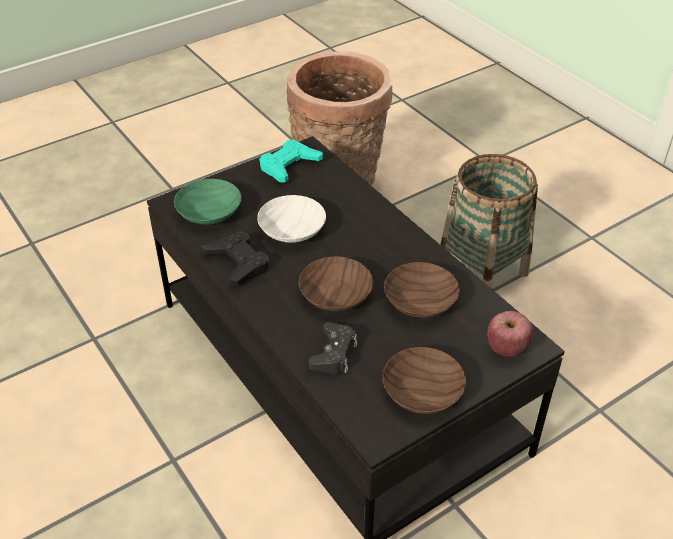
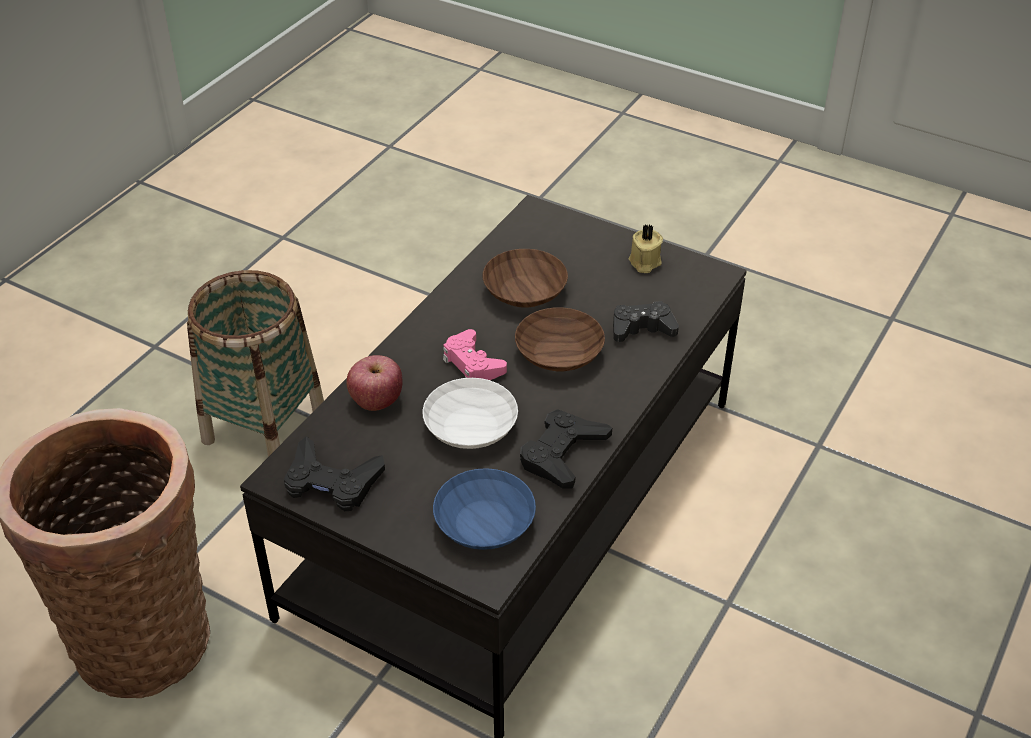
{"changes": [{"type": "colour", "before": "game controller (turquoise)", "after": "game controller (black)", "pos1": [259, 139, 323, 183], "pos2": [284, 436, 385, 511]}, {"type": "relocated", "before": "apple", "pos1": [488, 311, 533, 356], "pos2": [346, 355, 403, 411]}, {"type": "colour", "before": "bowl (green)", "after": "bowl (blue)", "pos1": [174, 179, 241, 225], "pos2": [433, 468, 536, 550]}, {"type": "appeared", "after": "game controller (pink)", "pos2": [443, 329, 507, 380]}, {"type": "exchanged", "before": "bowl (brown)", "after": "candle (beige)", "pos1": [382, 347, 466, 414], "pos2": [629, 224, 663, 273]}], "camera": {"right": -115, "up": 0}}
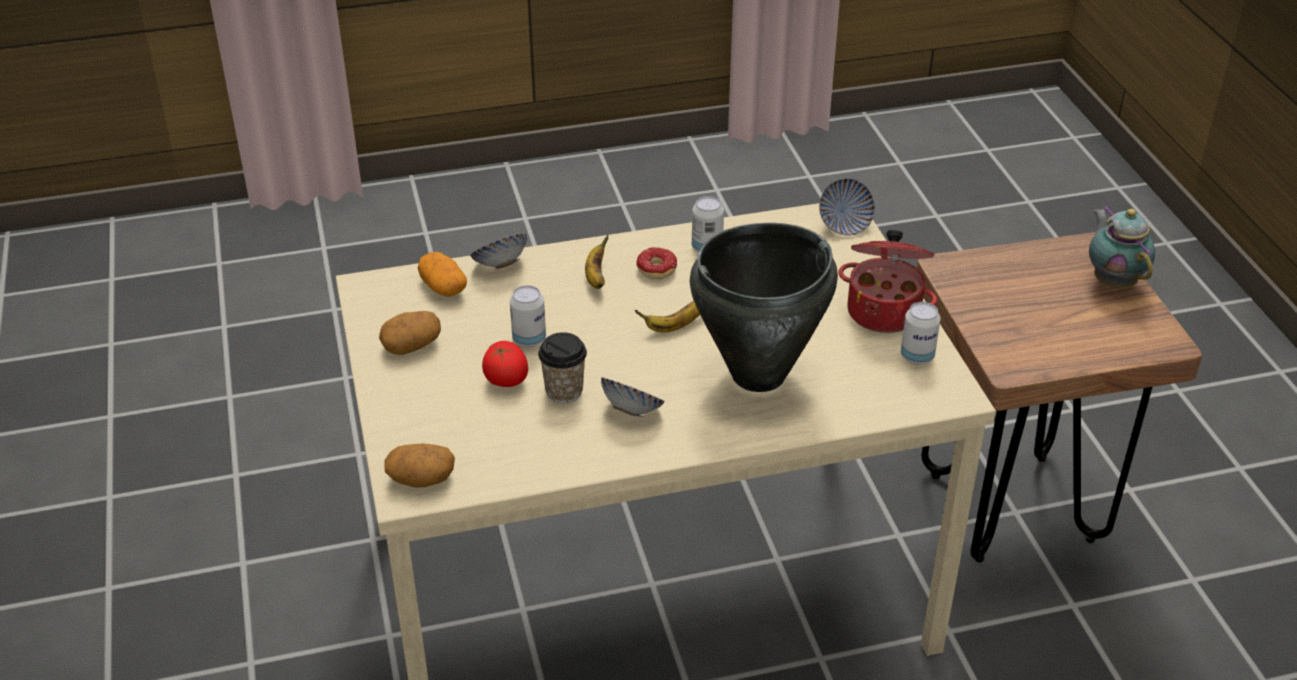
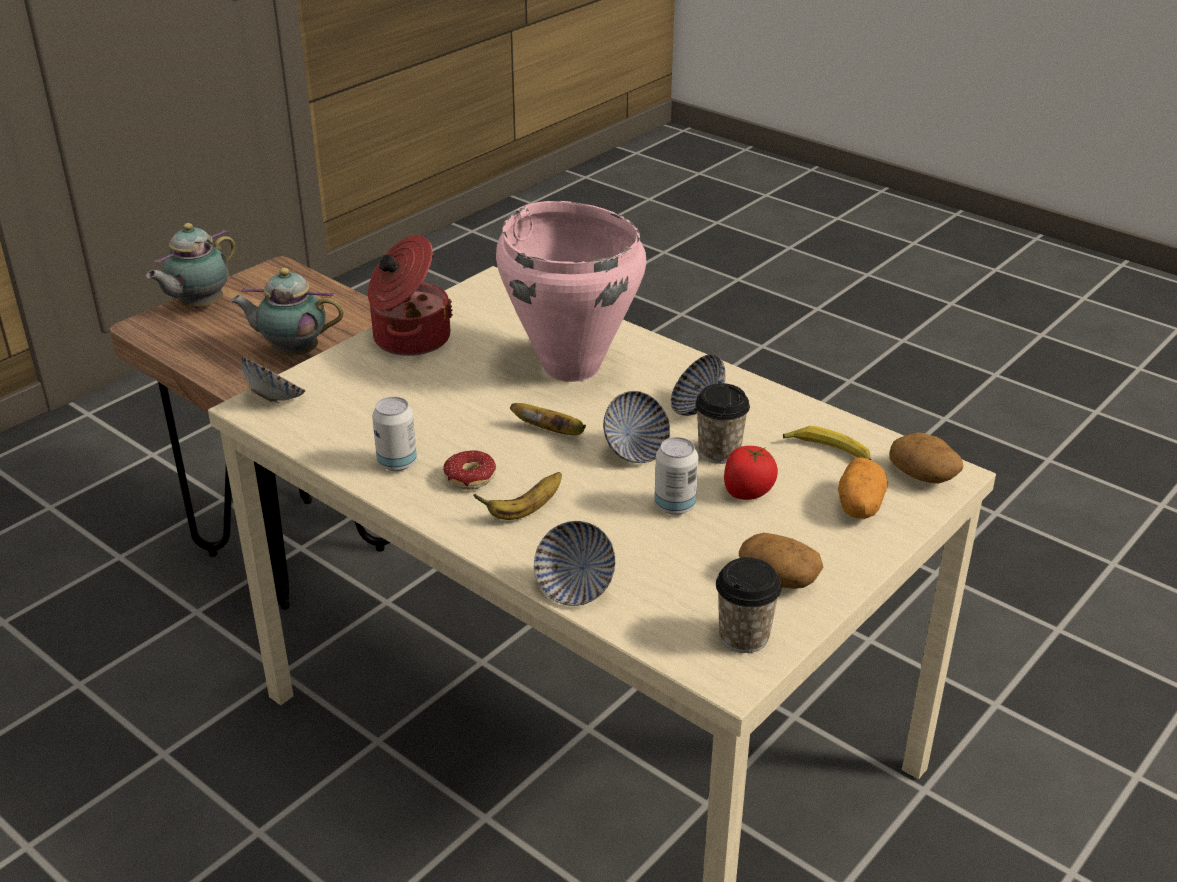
{"changes": [{"type": "appeared", "after": "teapot", "pos2": [231, 268, 344, 356]}, {"type": "colour", "before": "cooking pot (black)", "after": "cooking pot (pink)", "pos1": [690, 223, 838, 392], "pos2": [496, 201, 647, 382]}, {"type": "appeared", "after": "bowl", "pos2": [603, 391, 670, 463]}, {"type": "appeared", "after": "cup", "pos2": [716, 558, 782, 653]}, {"type": "appeared", "after": "banana", "pos2": [783, 426, 871, 460]}, {"type": "relocated", "before": "potato", "pos1": [418, 252, 467, 297], "pos2": [838, 457, 888, 519]}, {"type": "missing", "before": "can", "pos1": [901, 302, 940, 365]}], "camera": {"right": -125, "up": -5}}
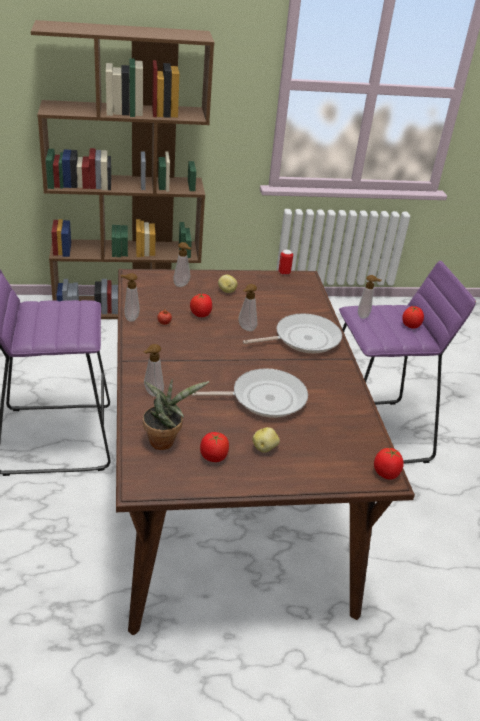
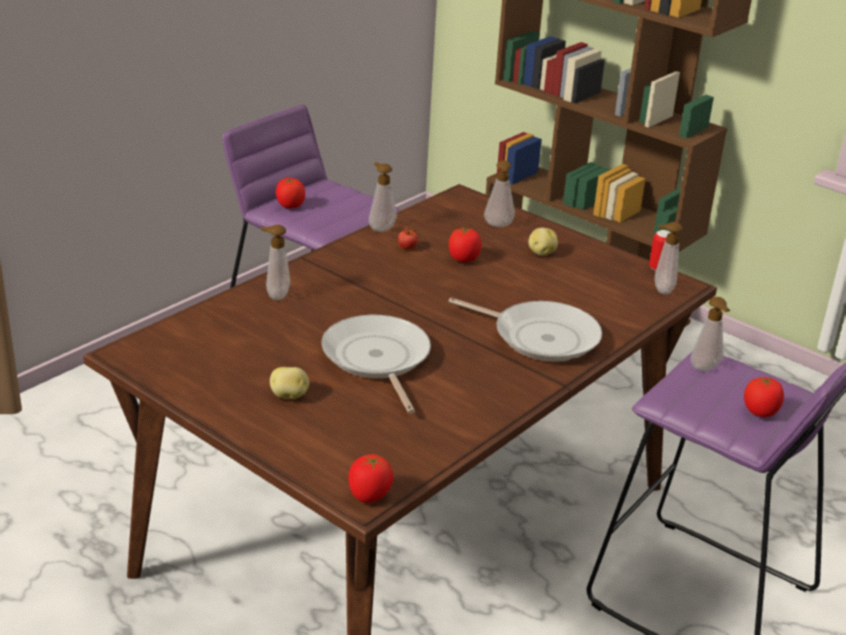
{"changes": [{"type": "relocated", "before": "tomato", "pos1": [200, 432, 229, 462], "pos2": [276, 178, 305, 208]}, {"type": "spun", "before": "frying pan", "pos1": [192, 368, 308, 418], "pos2": [321, 314, 431, 414], "turn": -150}, {"type": "relocated", "before": "soap dispenser", "pos1": [239, 284, 257, 331], "pos2": [655, 222, 683, 294]}, {"type": "missing", "before": "potted plant", "pos1": [143, 379, 209, 450]}], "camera": {"right": 50, "up": -5}}
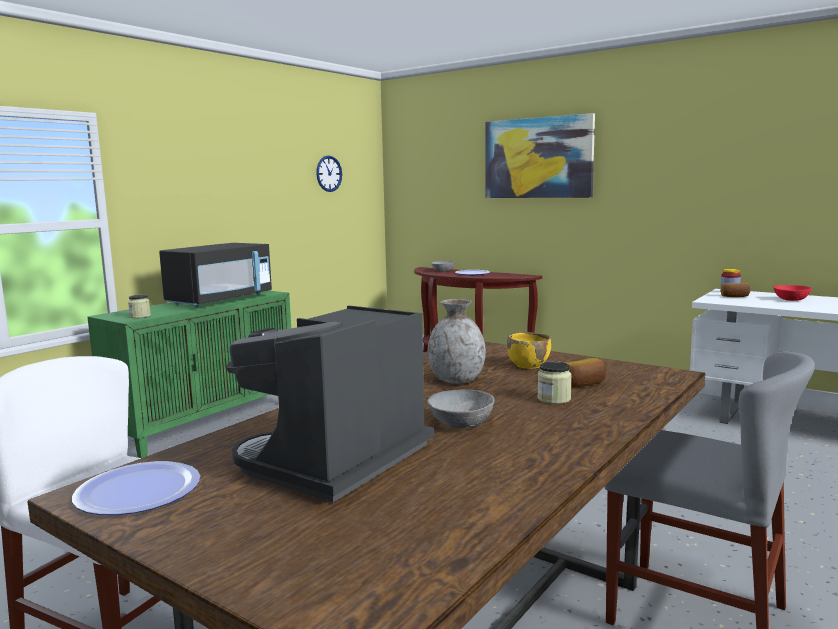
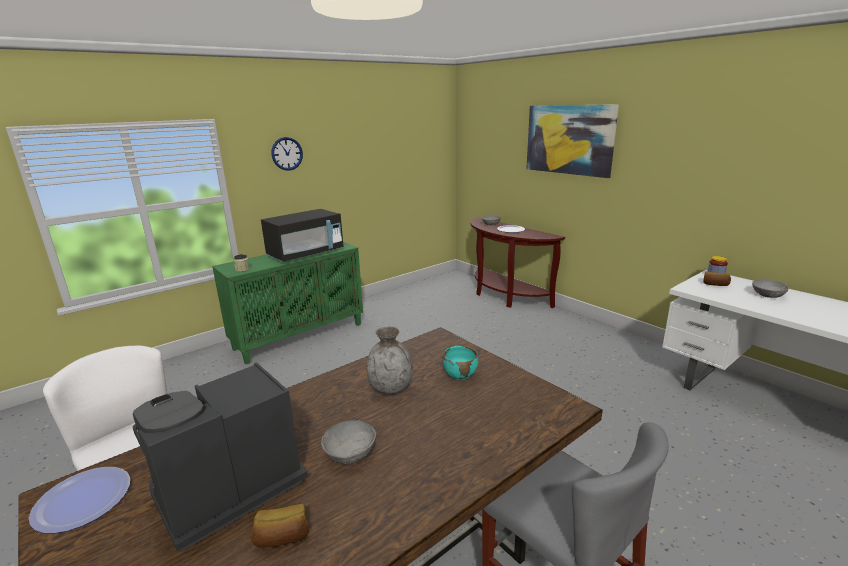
{"changes": [{"type": "relocated", "before": "bread", "pos1": [563, 358, 606, 387], "pos2": [251, 504, 308, 548]}, {"type": "relocated", "before": "wall clock", "pos1": [316, 155, 342, 192], "pos2": [271, 137, 303, 171]}, {"type": "colour", "before": "bowl (yellow)", "after": "bowl (turquoise)", "pos1": [507, 332, 551, 369], "pos2": [443, 346, 478, 380]}, {"type": "colour", "before": "bowl (red)", "after": "bowl (grey)", "pos1": [773, 285, 812, 301], "pos2": [752, 280, 789, 298]}, {"type": "missing", "before": "jar", "pos1": [537, 361, 572, 404]}], "camera": {"right": 15, "up": 10}}
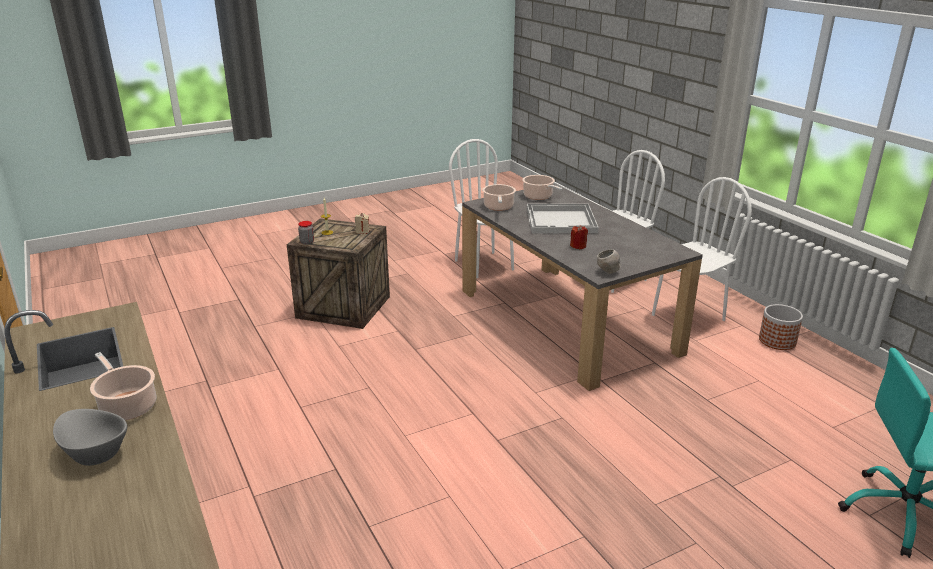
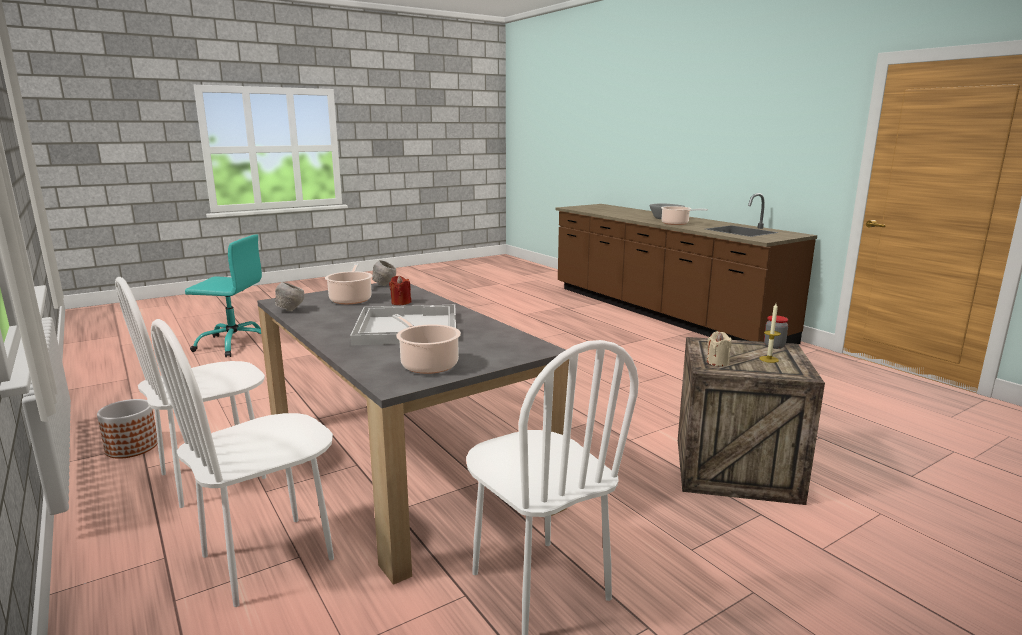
{"changes": [{"type": "appeared", "after": "bowl (grey)", "pos2": [275, 282, 304, 312]}, {"type": "relocated", "before": "cooking pot", "pos1": [482, 184, 516, 211], "pos2": [325, 263, 373, 304]}], "camera": {"right": 175, "up": -10}}
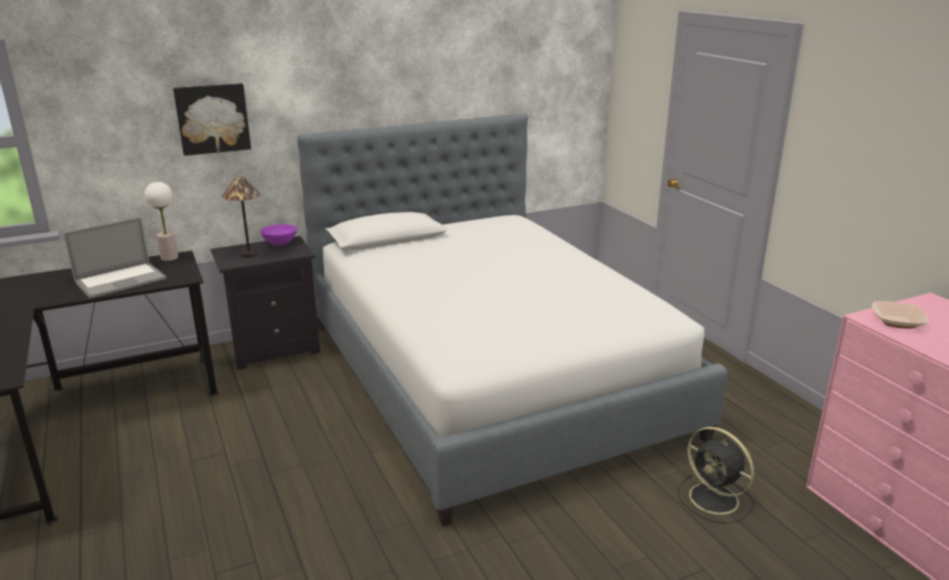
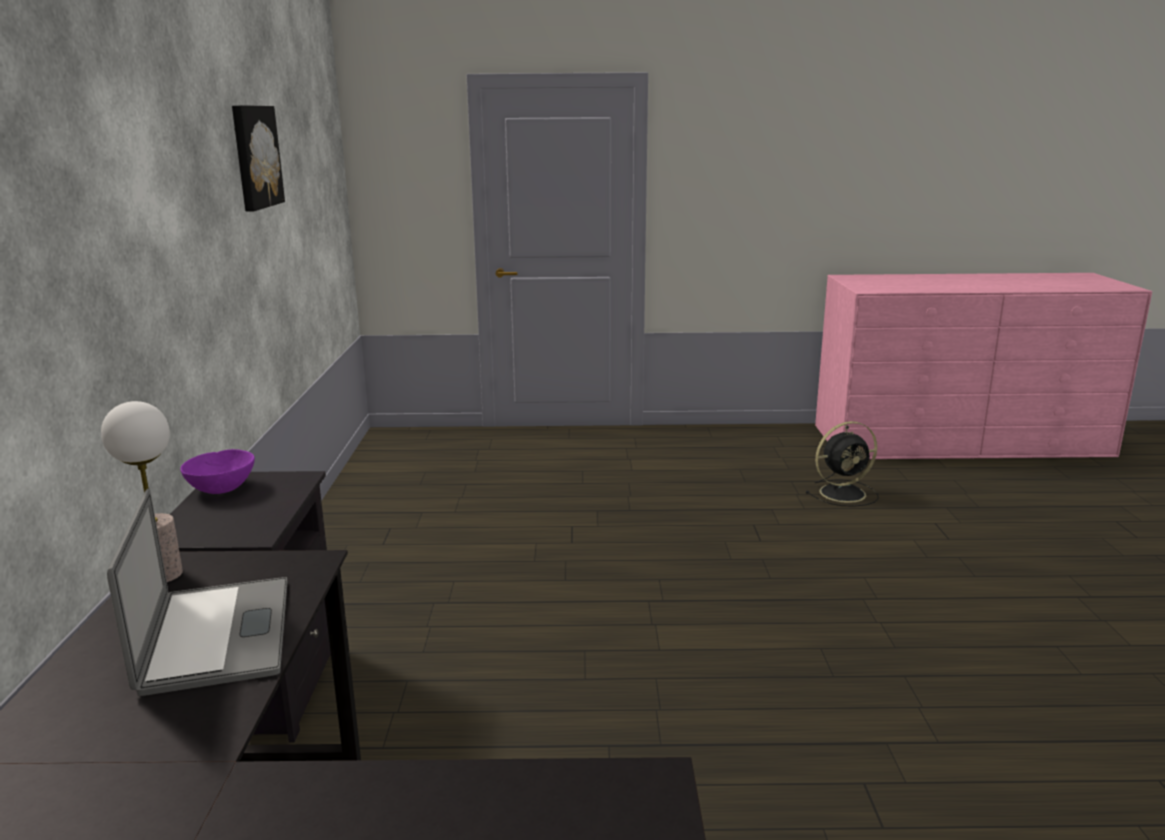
{"changes": [{"type": "relocated", "before": "picture", "pos1": [173, 83, 251, 156], "pos2": [232, 105, 285, 211]}, {"type": "missing", "before": "table lamp", "pos1": [222, 177, 261, 258]}, {"type": "missing", "before": "bed", "pos1": [297, 113, 728, 527]}, {"type": "missing", "before": "bowl", "pos1": [872, 301, 929, 329]}], "camera": {"right": -65, "up": -5}}
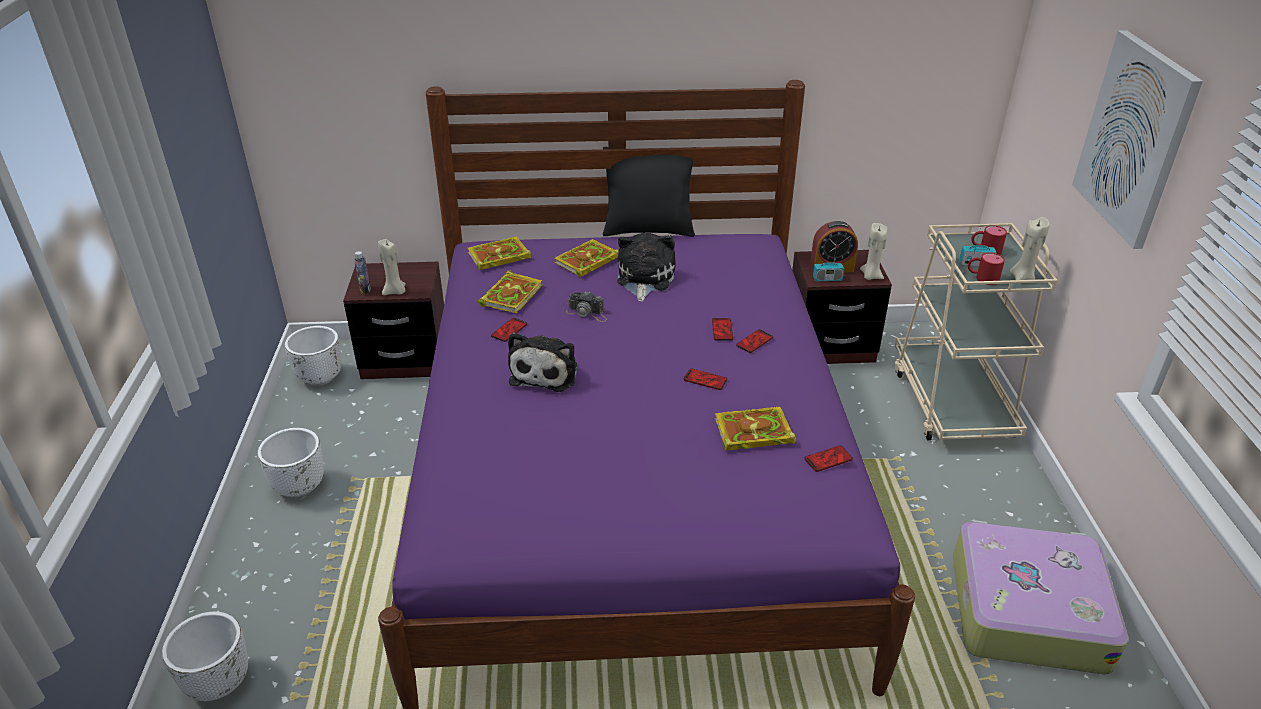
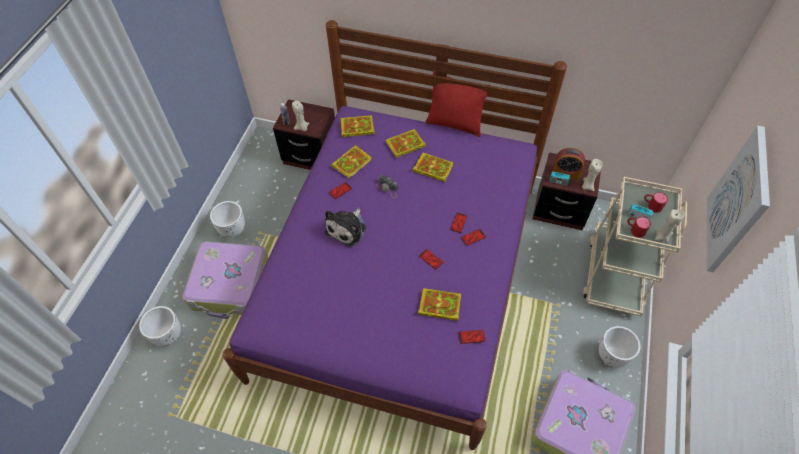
{"changes": [{"type": "appeared", "after": "suitcase", "pos2": [182, 241, 268, 319]}, {"type": "exchanged", "before": "plush toy", "after": "book", "pos1": [617, 233, 676, 302], "pos2": [413, 153, 453, 183]}, {"type": "colour", "before": "pillow (black)", "after": "pillow (red)", "pos1": [603, 147, 695, 237], "pos2": [426, 72, 491, 137]}, {"type": "relocated", "before": "planter (white)", "pos1": [285, 326, 341, 386], "pos2": [598, 326, 641, 368]}], "camera": {"right": 20, "up": 20}}
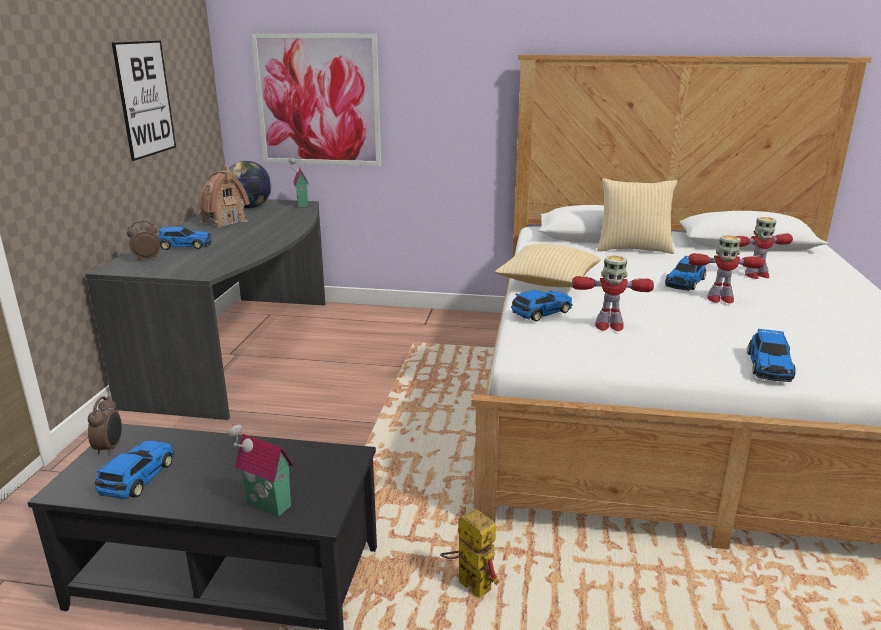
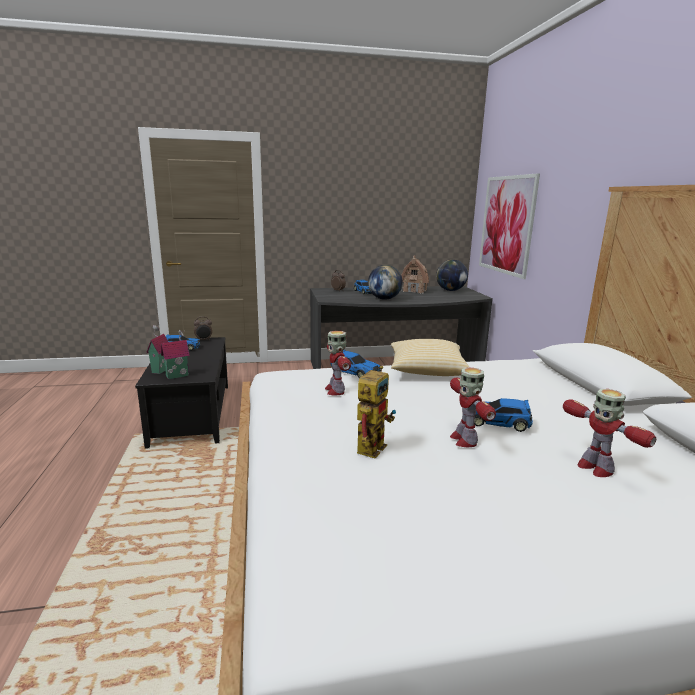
{"changes": [{"type": "relocated", "before": "toy house", "pos1": [289, 158, 309, 208], "pos2": [161, 329, 190, 379]}, {"type": "relocated", "before": "toy robot", "pos1": [440, 506, 500, 598], "pos2": [357, 366, 396, 458]}, {"type": "appeared", "after": "globe", "pos2": [368, 265, 403, 300]}, {"type": "missing", "before": "picture", "pos1": [112, 41, 176, 161]}, {"type": "missing", "before": "pillow", "pos1": [597, 178, 678, 254]}, {"type": "missing", "before": "toy car", "pos1": [747, 329, 796, 382]}], "camera": {"right": 70, "up": -5}}
